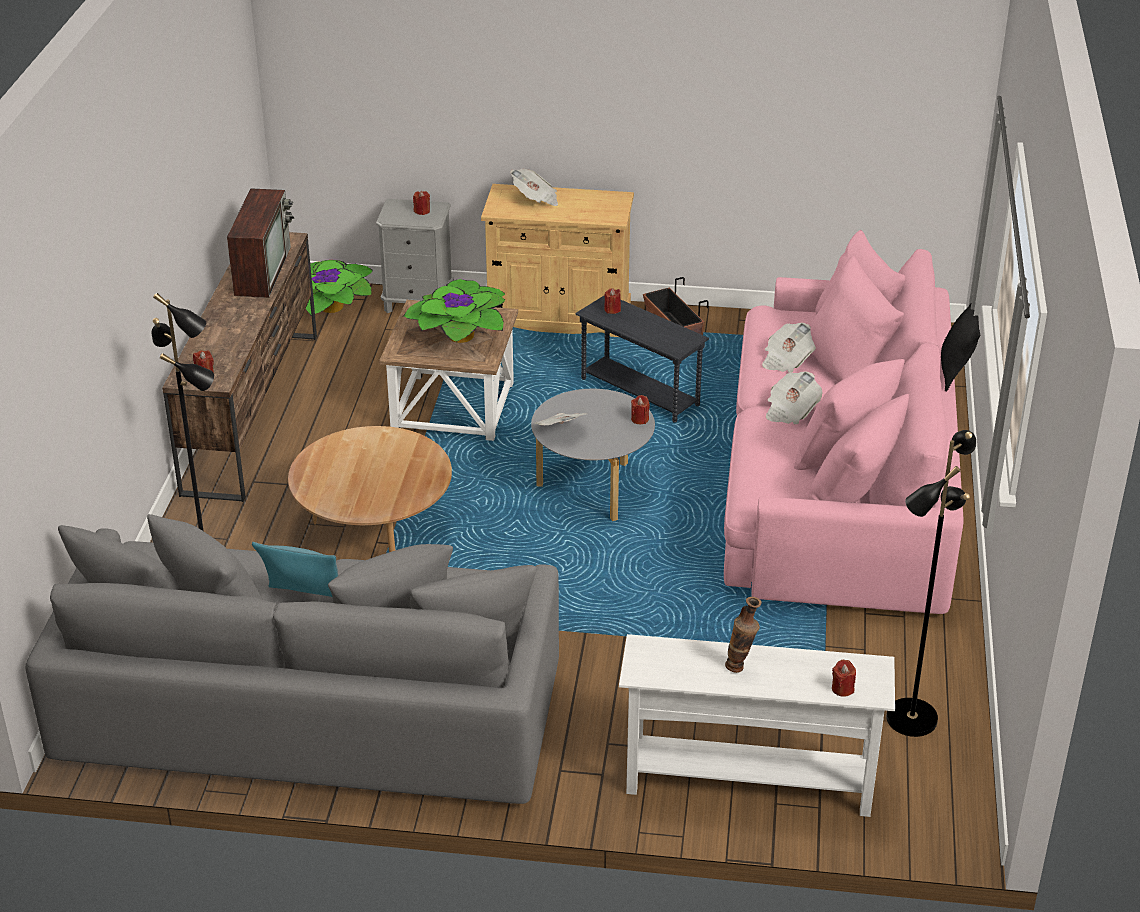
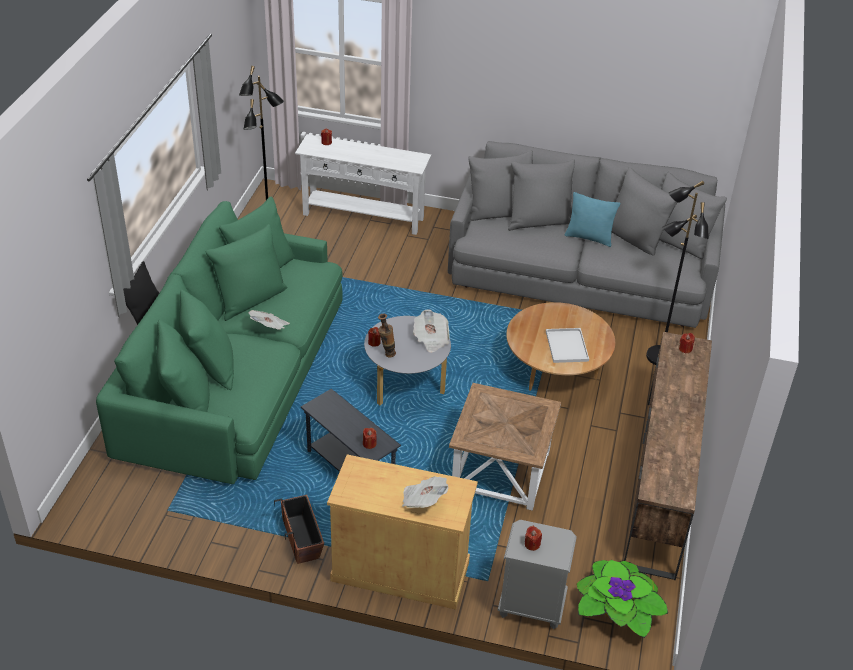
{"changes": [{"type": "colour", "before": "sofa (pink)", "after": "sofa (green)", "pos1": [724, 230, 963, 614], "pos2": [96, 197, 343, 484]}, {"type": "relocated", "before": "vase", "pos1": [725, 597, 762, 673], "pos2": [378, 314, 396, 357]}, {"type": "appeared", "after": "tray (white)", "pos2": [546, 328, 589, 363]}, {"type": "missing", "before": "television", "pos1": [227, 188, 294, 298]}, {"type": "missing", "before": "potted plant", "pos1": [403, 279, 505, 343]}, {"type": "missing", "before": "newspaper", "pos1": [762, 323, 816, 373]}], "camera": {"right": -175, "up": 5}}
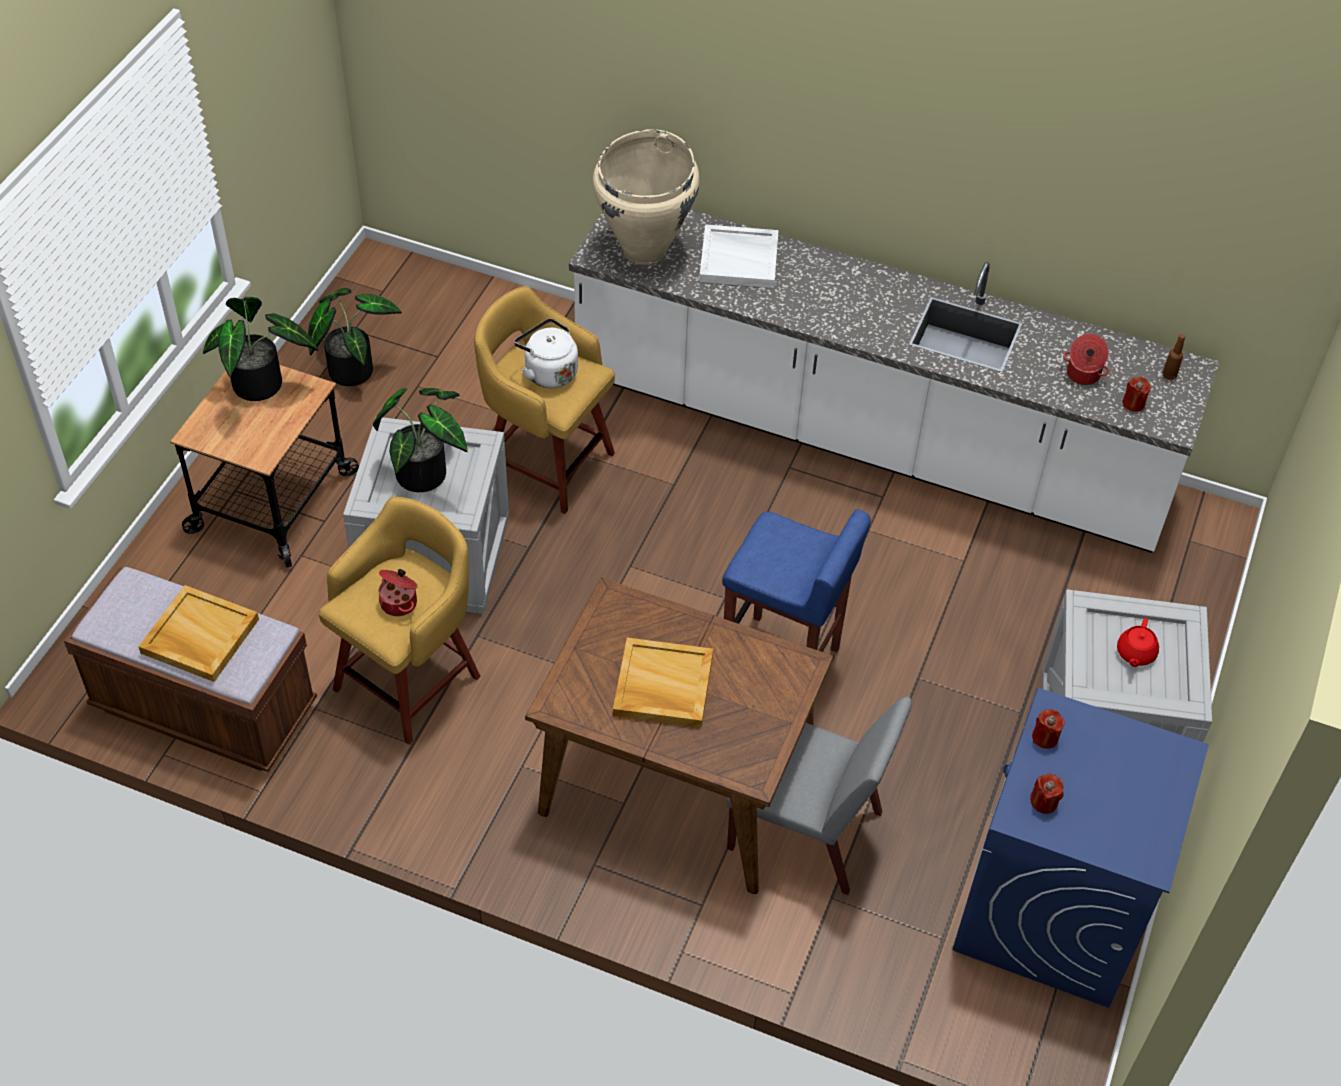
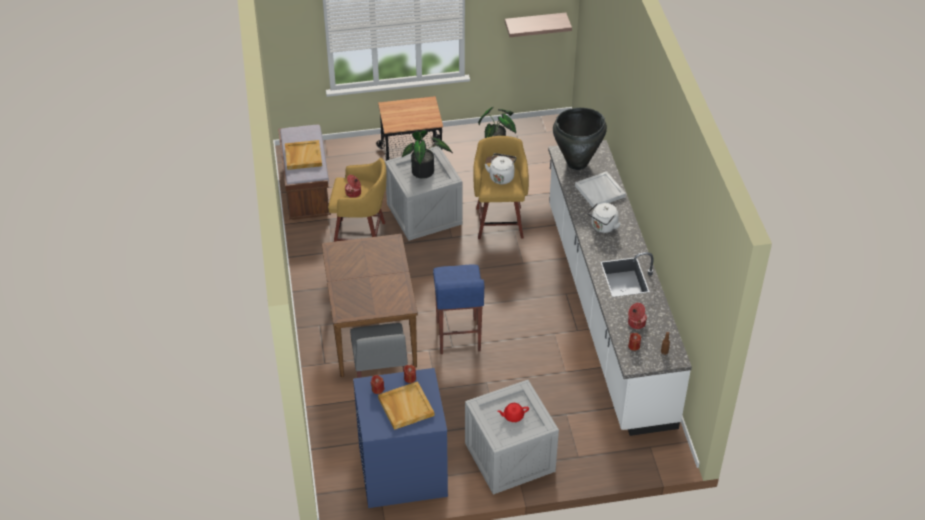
{"changes": [{"type": "relocated", "before": "tray (beige)", "pos1": [613, 638, 713, 728], "pos2": [378, 381, 434, 430]}, {"type": "appeared", "after": "shelf", "pos2": [505, 13, 572, 37]}, {"type": "colour", "before": "vase (beige)", "after": "vase (black)", "pos1": [593, 129, 700, 265], "pos2": [553, 108, 607, 170]}, {"type": "appeared", "after": "kettle (white)", "pos2": [588, 203, 621, 233]}, {"type": "missing", "before": "potted plant", "pos1": [203, 297, 318, 401]}], "camera": {"right": 60, "up": -5}}
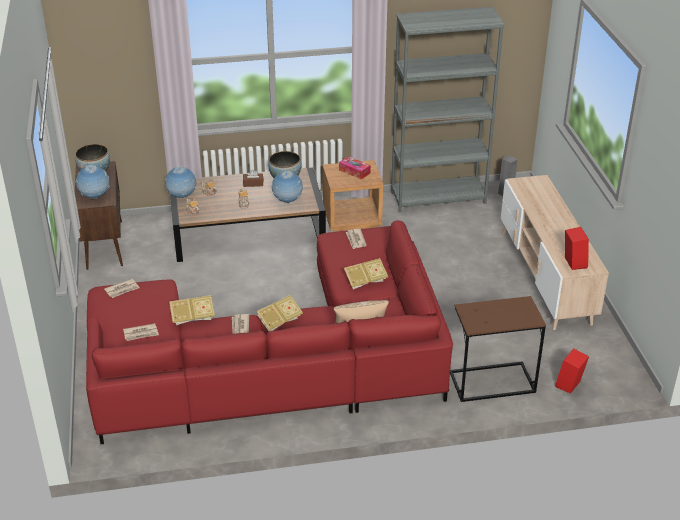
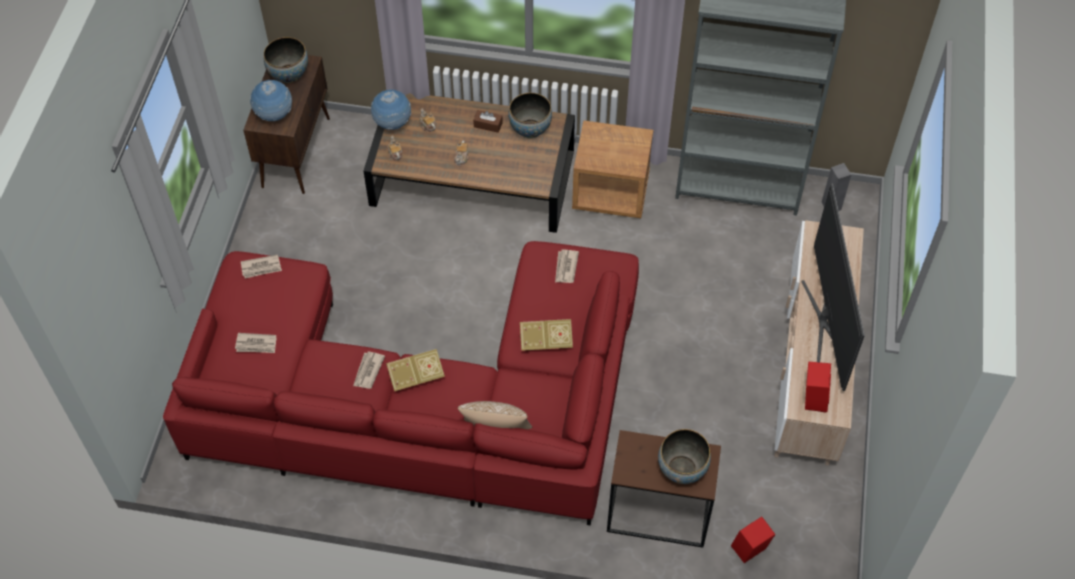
{"changes": [{"type": "appeared", "after": "bowl", "pos2": [658, 429, 711, 484]}, {"type": "appeared", "after": "television", "pos2": [801, 183, 865, 391]}, {"type": "missing", "before": "book", "pos1": [169, 295, 215, 325]}, {"type": "missing", "before": "globe", "pos1": [272, 171, 303, 203]}, {"type": "missing", "before": "tissue box", "pos1": [339, 156, 371, 180]}], "camera": {"right": 20, "up": 20}}
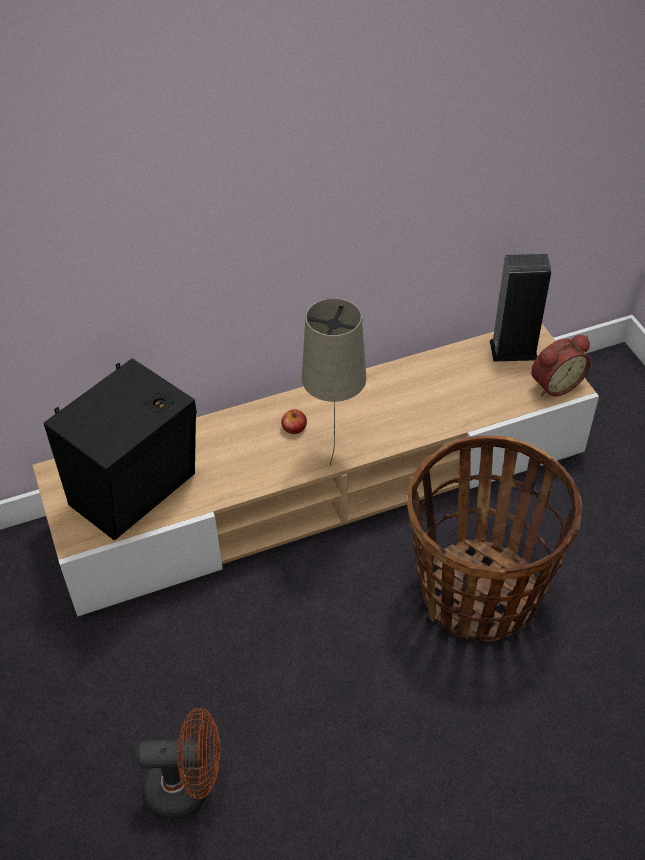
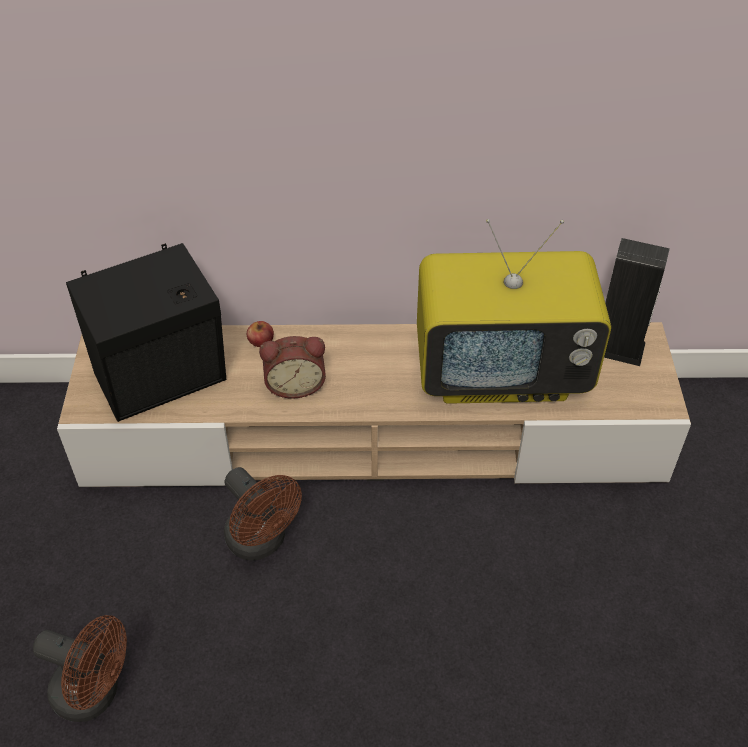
{"changes": [{"type": "appeared", "after": "fan (brown)", "pos2": [224, 467, 302, 560]}, {"type": "relocated", "before": "apple", "pos1": [281, 409, 307, 434], "pos2": [247, 321, 274, 347]}, {"type": "relocated", "before": "alarm clock", "pos1": [531, 335, 591, 396], "pos2": [259, 336, 326, 399]}, {"type": "appeared", "after": "television", "pos2": [417, 219, 611, 404]}, {"type": "missing", "before": "table lamp (beige)", "pos1": [302, 298, 366, 465]}, {"type": "missing", "before": "basket", "pos1": [407, 436, 582, 642]}], "camera": {"right": 20, "up": 0}}
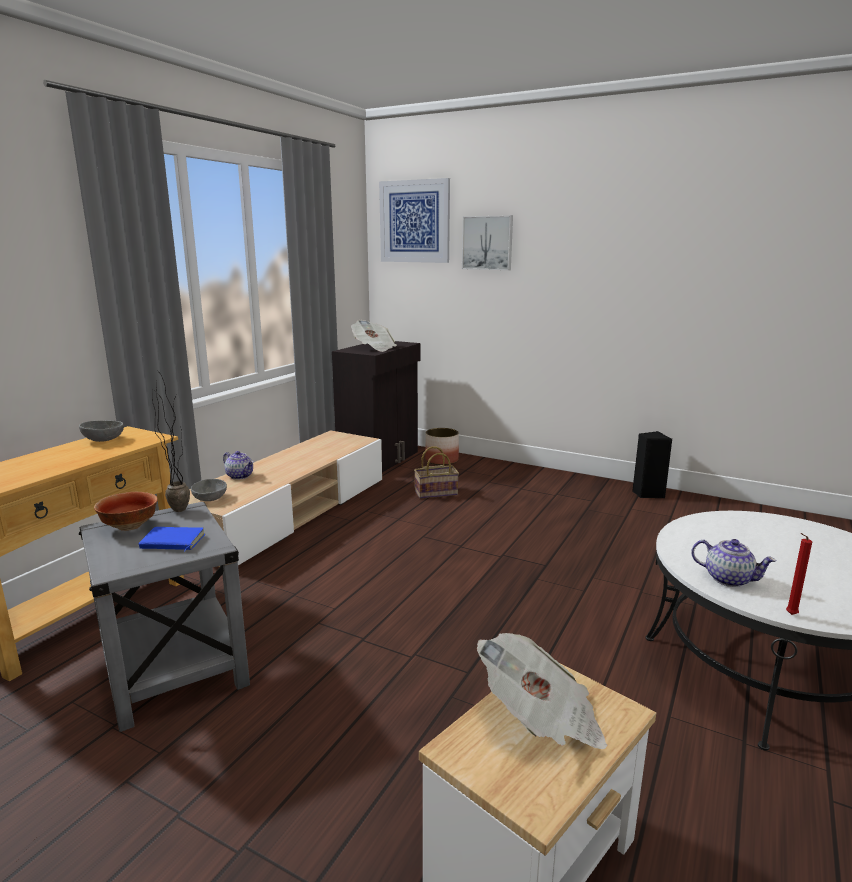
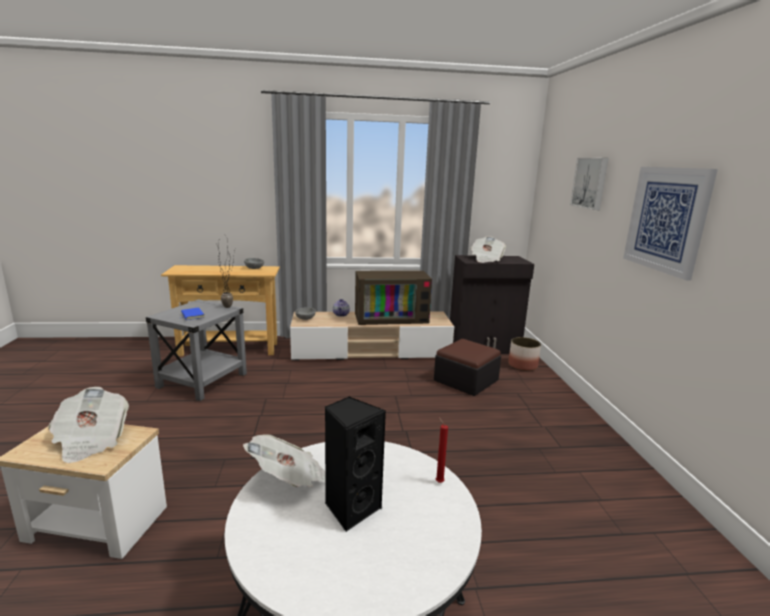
{"changes": [{"type": "exchanged", "before": "teapot", "after": "newspaper", "pos1": [691, 539, 776, 587], "pos2": [243, 434, 325, 487]}, {"type": "relocated", "before": "speaker (black)", "pos1": [632, 431, 672, 498], "pos2": [325, 396, 386, 532]}, {"type": "appeared", "after": "television", "pos2": [355, 271, 432, 325]}, {"type": "exchanged", "before": "basket", "after": "ottoman", "pos1": [414, 446, 459, 499], "pos2": [434, 339, 501, 396]}, {"type": "relocated", "before": "candle (red)", "pos1": [786, 533, 812, 615], "pos2": [436, 417, 448, 483]}, {"type": "relocated", "before": "picture", "pos1": [379, 178, 450, 263], "pos2": [623, 167, 718, 280]}, {"type": "missing", "before": "bowl", "pos1": [94, 492, 158, 531]}], "camera": {"right": 55, "up": 0}}
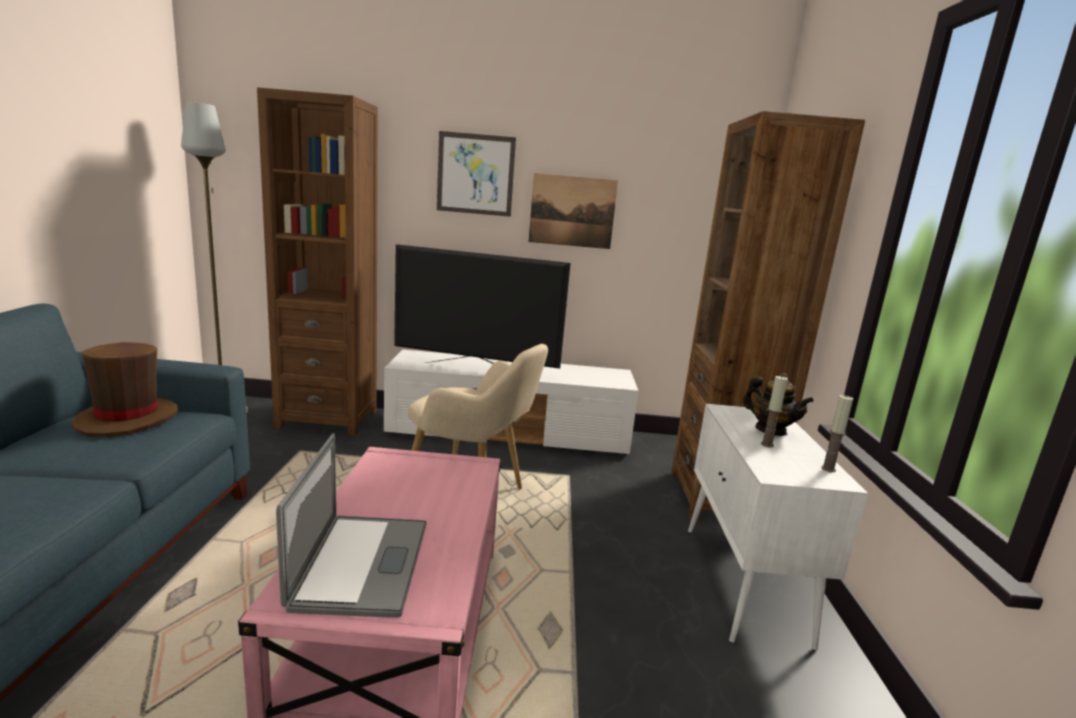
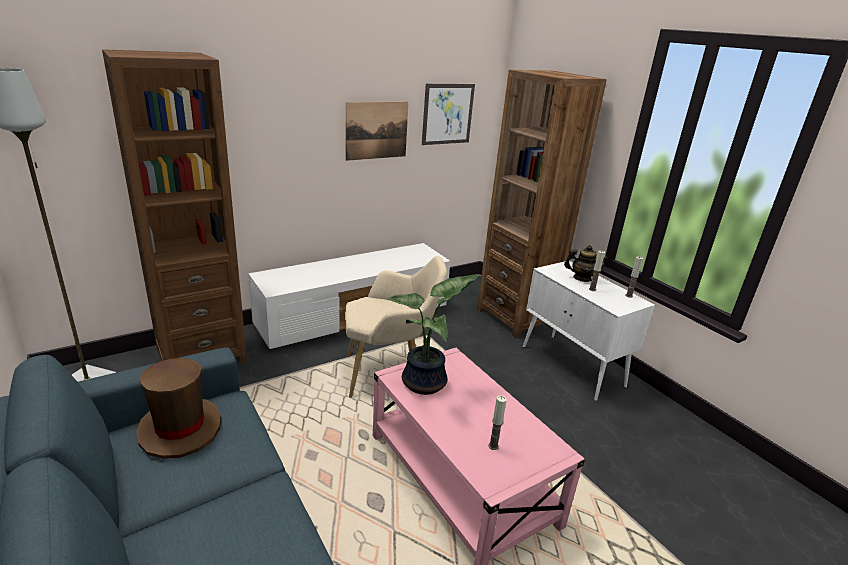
{"changes": [{"type": "appeared", "after": "potted plant", "pos2": [387, 274, 482, 395]}, {"type": "relocated", "before": "picture", "pos1": [437, 131, 516, 217], "pos2": [422, 84, 475, 145]}, {"type": "exchanged", "before": "laptop", "after": "candle", "pos1": [276, 433, 427, 618], "pos2": [488, 395, 507, 450]}, {"type": "missing", "before": "television", "pos1": [394, 244, 570, 369]}], "camera": {"right": -35, "up": 10}}
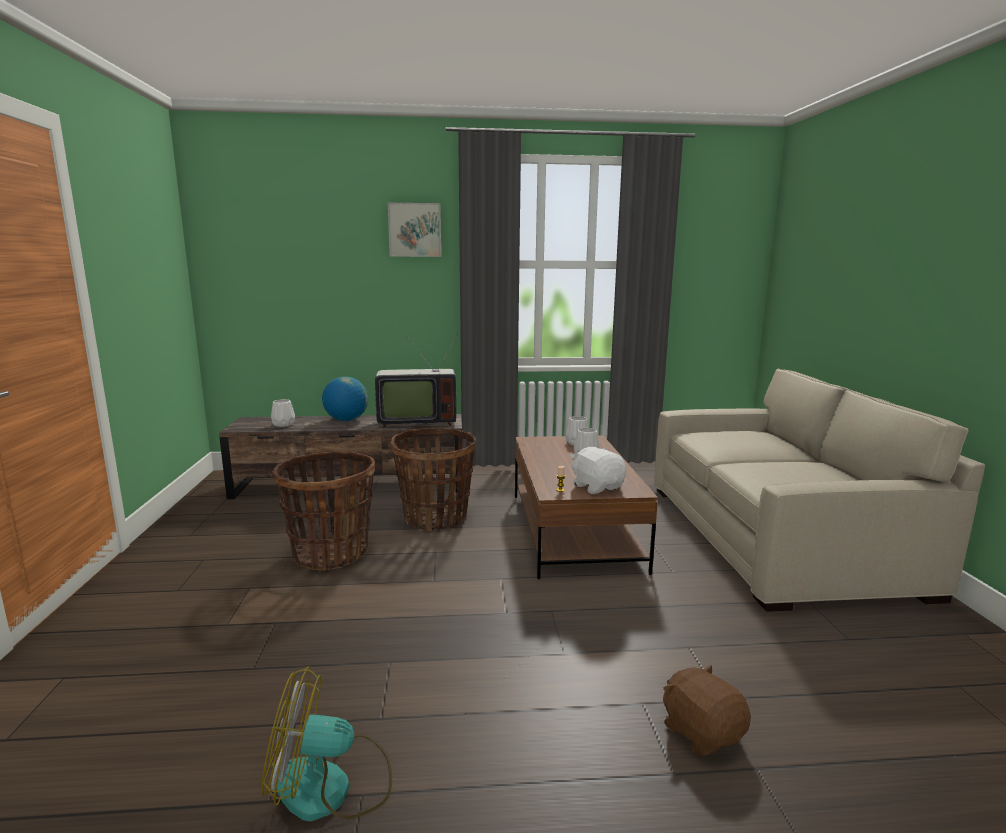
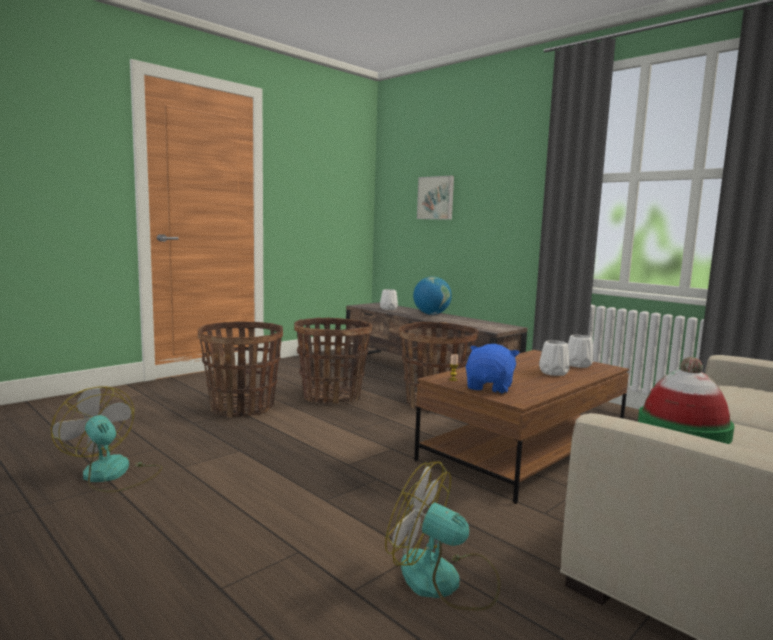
{"changes": [{"type": "appeared", "after": "basket", "pos2": [198, 321, 283, 418]}, {"type": "appeared", "after": "fan", "pos2": [385, 461, 501, 611]}, {"type": "relocated", "before": "picture", "pos1": [388, 202, 441, 257], "pos2": [417, 176, 454, 220]}, {"type": "colour", "before": "plush toy (white)", "after": "plush toy (blue)", "pos1": [571, 447, 626, 494], "pos2": [466, 344, 520, 394]}, {"type": "appeared", "after": "hat", "pos2": [638, 357, 735, 444]}, {"type": "missing", "before": "television", "pos1": [375, 333, 458, 428]}, {"type": "missing", "before": "plush toy (brown)", "pos1": [663, 665, 751, 756]}], "camera": {"right": 50, "up": -5}}
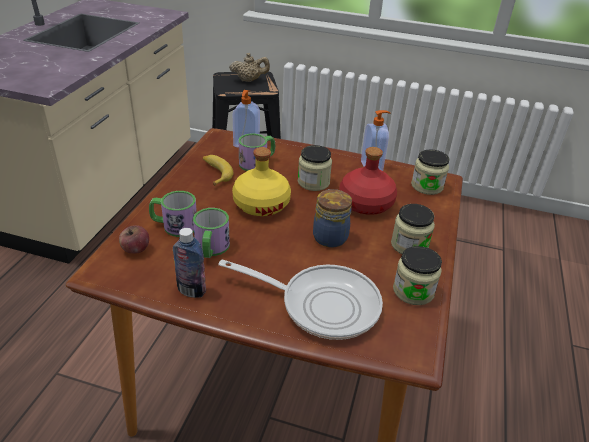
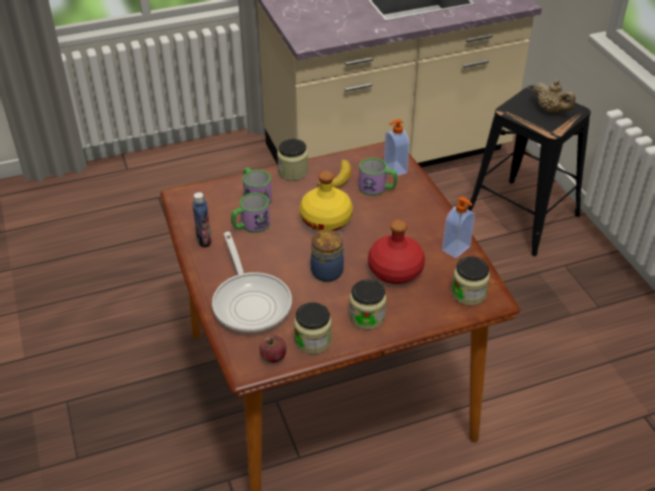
{"changes": [{"type": "relocated", "before": "apple", "pos1": [119, 225, 149, 254], "pos2": [259, 336, 286, 363]}, {"type": "relocated", "before": "jar", "pos1": [298, 145, 332, 191], "pos2": [277, 139, 308, 181]}], "camera": {"right": 55, "up": 5}}
